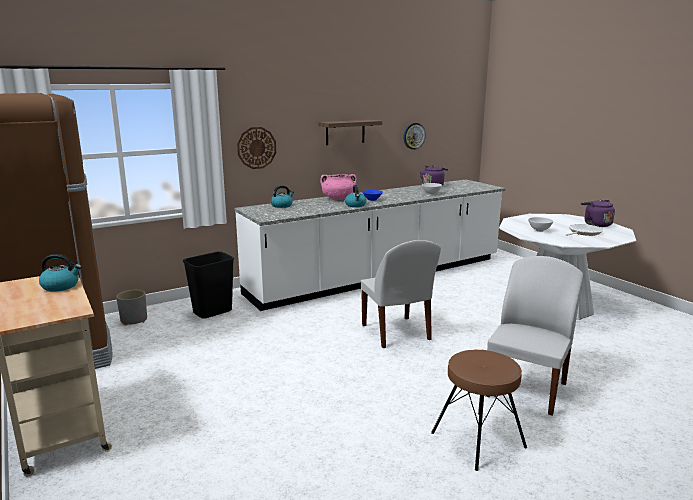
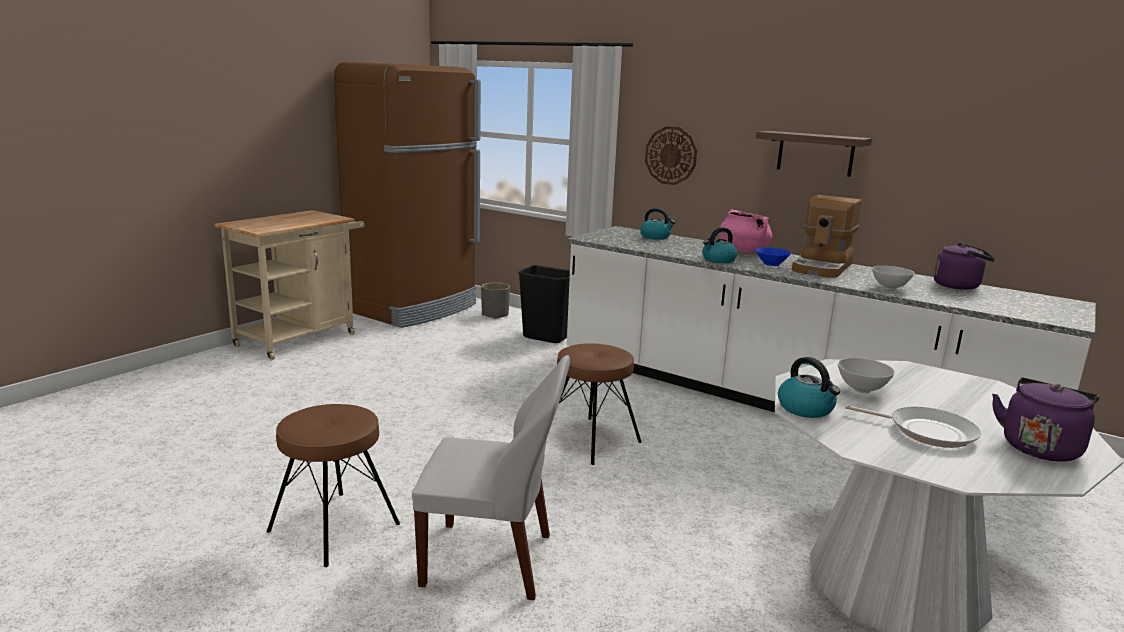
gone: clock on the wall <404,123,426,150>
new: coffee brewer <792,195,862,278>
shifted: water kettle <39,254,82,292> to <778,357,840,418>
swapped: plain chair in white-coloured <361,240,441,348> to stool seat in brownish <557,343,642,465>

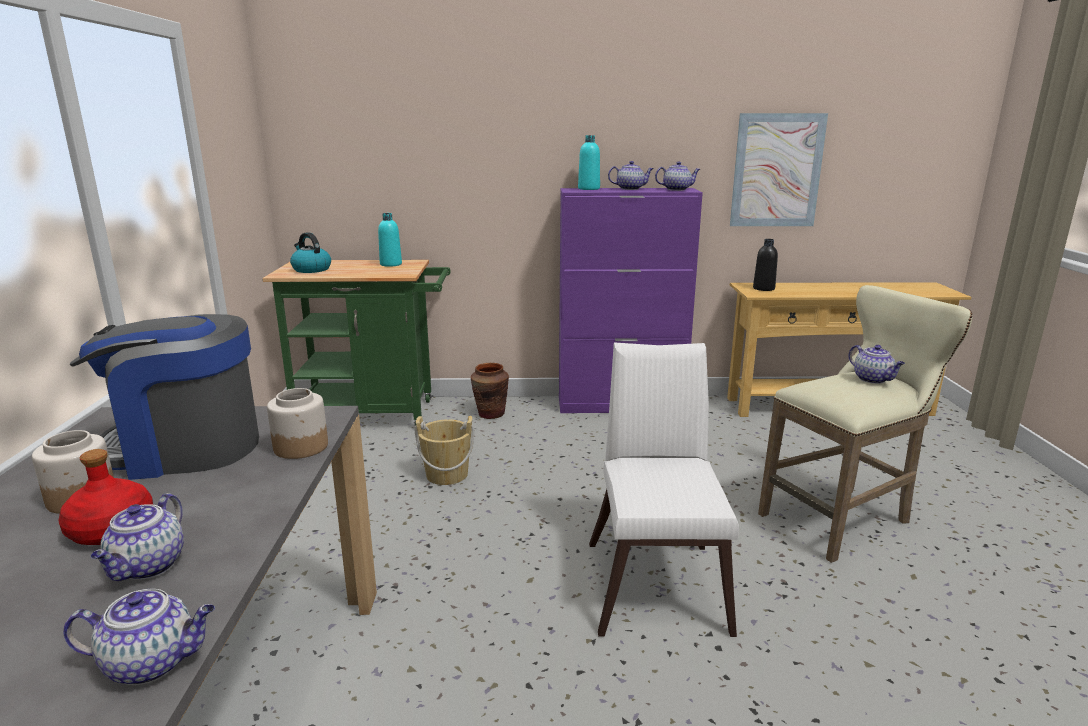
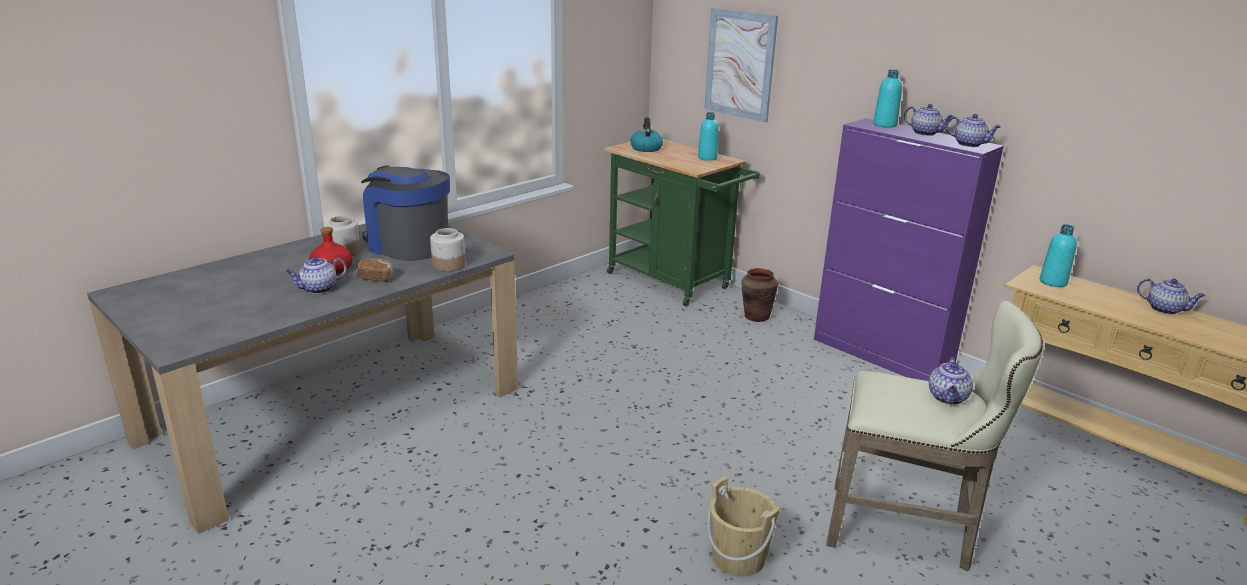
gone: plain chair in white-coloured <589,342,739,637>
new: baked bread <356,258,394,282>
shifted: wall art <730,113,828,226> to <704,8,778,122>; bucket in beige <414,416,474,485> to <707,476,780,577>; tea pot <63,589,215,685> to <1137,278,1206,314>
repainted: bottle in blackish <753,239,778,291> to bottle in blue-green <1040,224,1077,287>

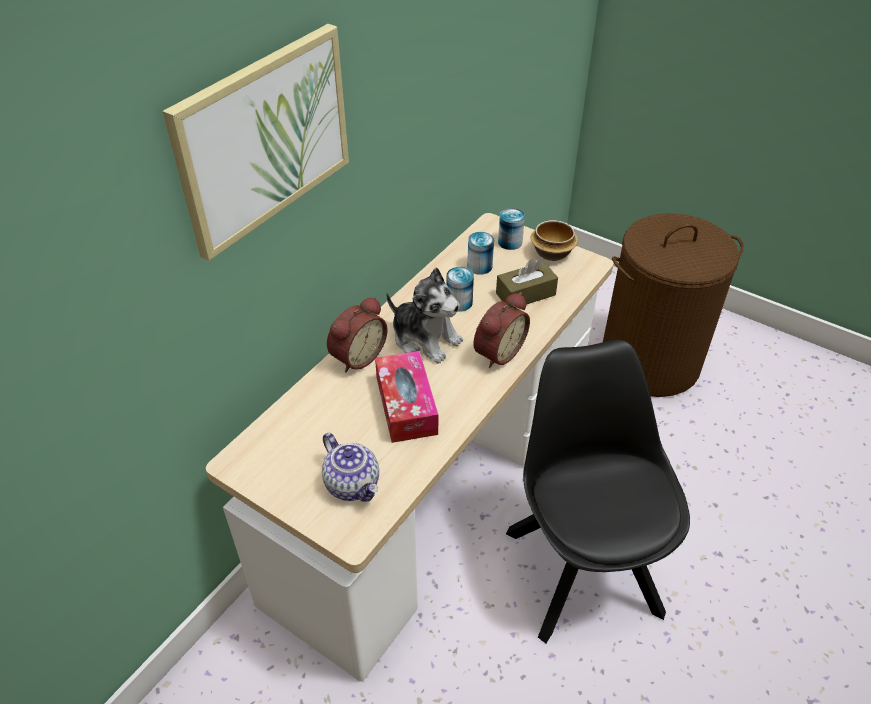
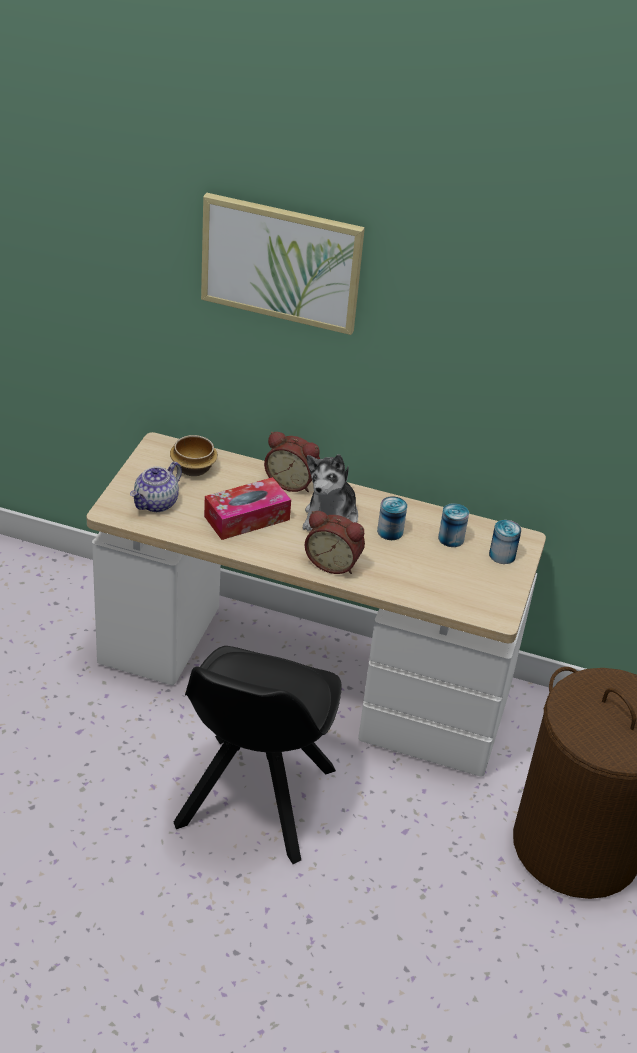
gone: tissue box in brownish <496,259,558,305>
shifted: deep dish <531,220,578,261> to <170,435,218,476>
rotated: plain chair in blackish <506,340,690,643> = <174,646,342,864> 135 degrees clockwise

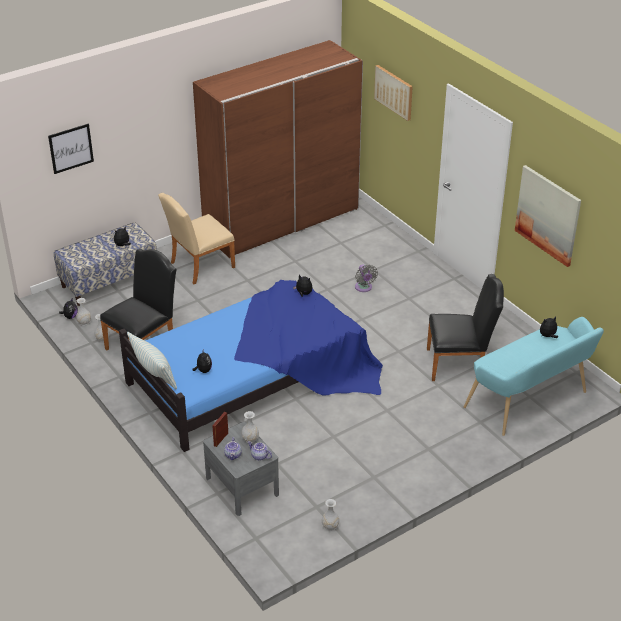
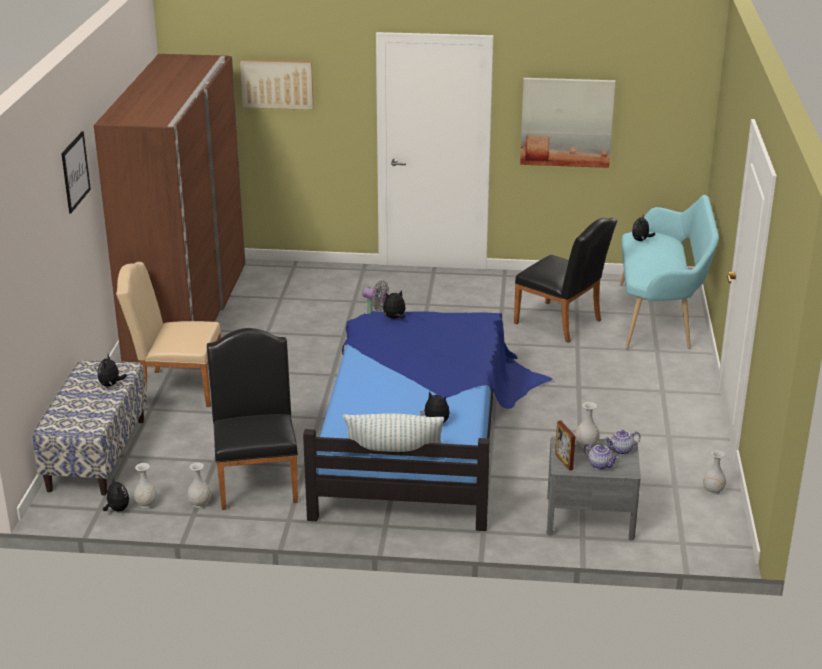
shifted: wall art <48,124,94,174> to <61,131,91,214>
rotated: plain chair in beige <158,193,235,284> = <116,262,221,407> 90 degrees clockwise; plain chair in blackish <427,274,504,381> = <514,218,617,343> 90 degrees clockwise

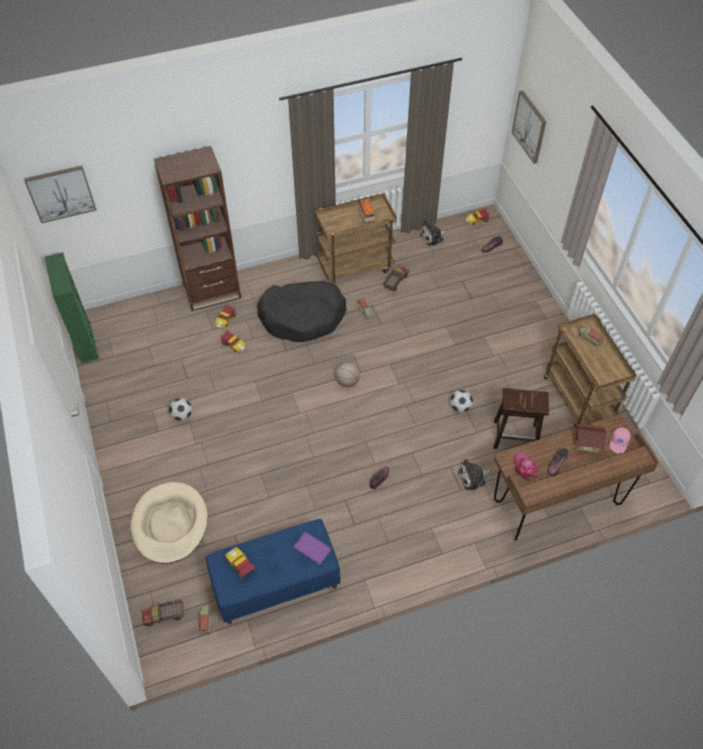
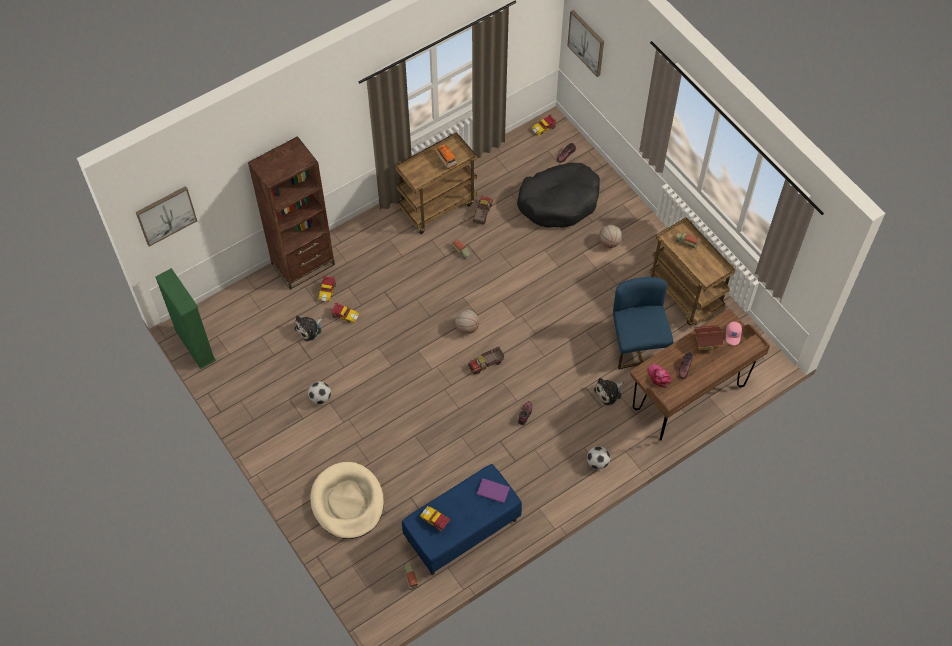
new: basketball <599,225,622,248>
shifted: cuddly toy <420,220,446,246> to <295,315,323,341>; pet bed in blackish <257,281,346,342> to <517,163,600,228>; football <450,390,473,413> to <587,446,610,469>; toy lorry <142,599,184,626> to <468,347,504,375>
swapped: stool seat in brownish <494,388,549,449> to plain chair in bluish <613,277,673,370>

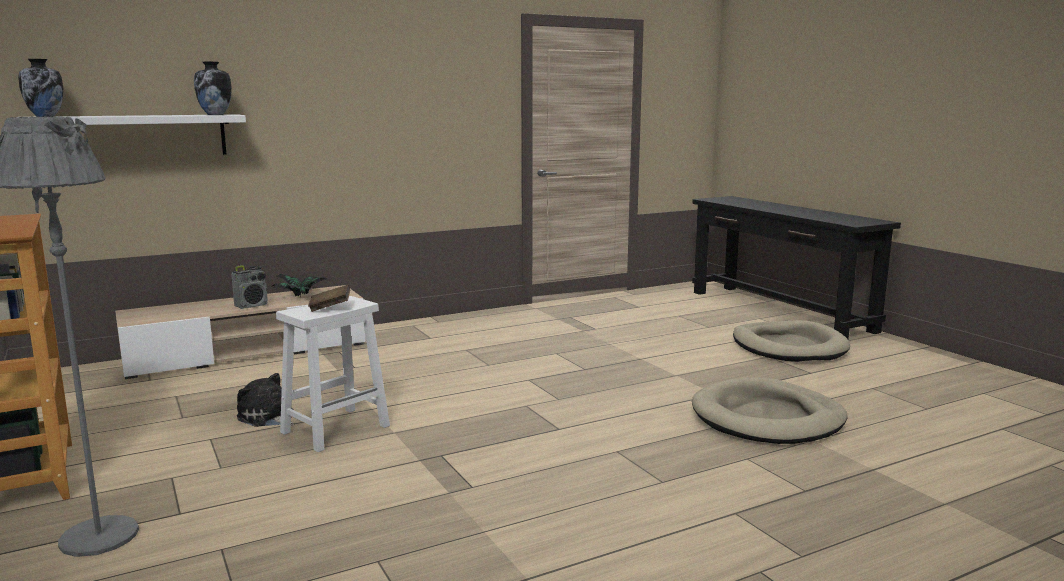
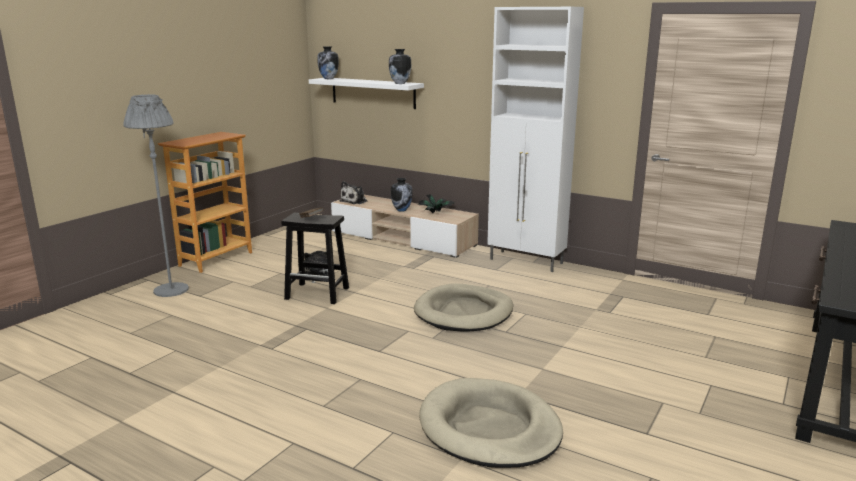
new: cabinet in white-coloured <487,7,584,272>; cuddly toy <339,181,368,204>
shifted: pet bed in beige <733,320,850,362> to <414,283,513,332>
swapped: radio receiver <231,265,268,309> to flower vase <391,178,413,212>
repainted: stool seat in white-coloured <276,296,390,452> to stool seat in blackish <282,213,349,304>

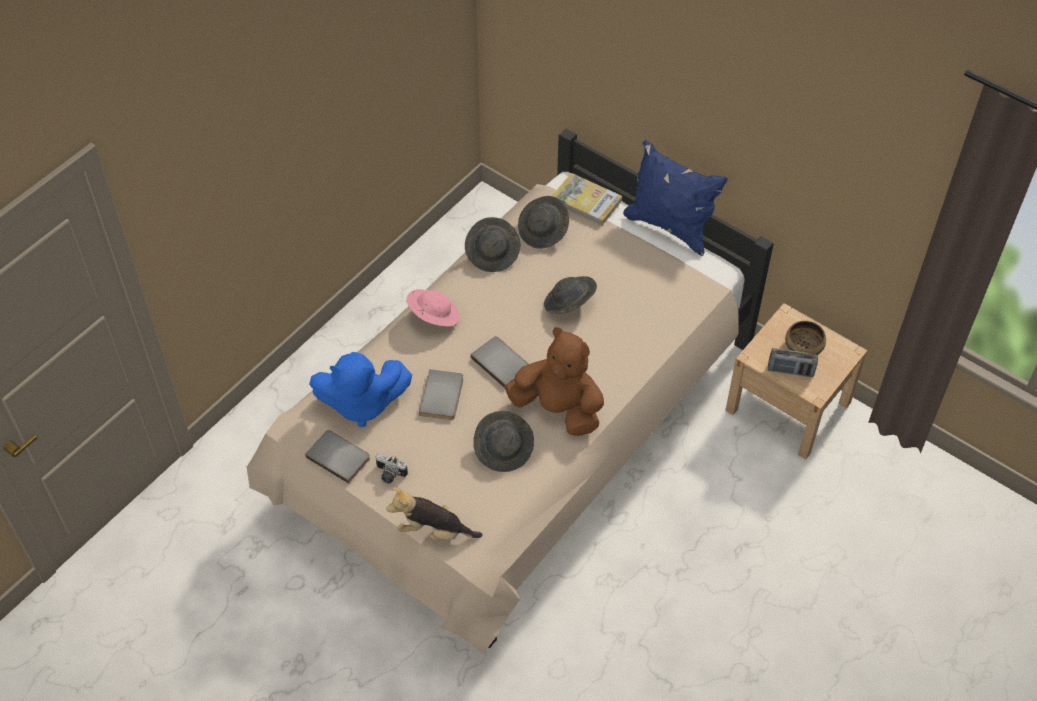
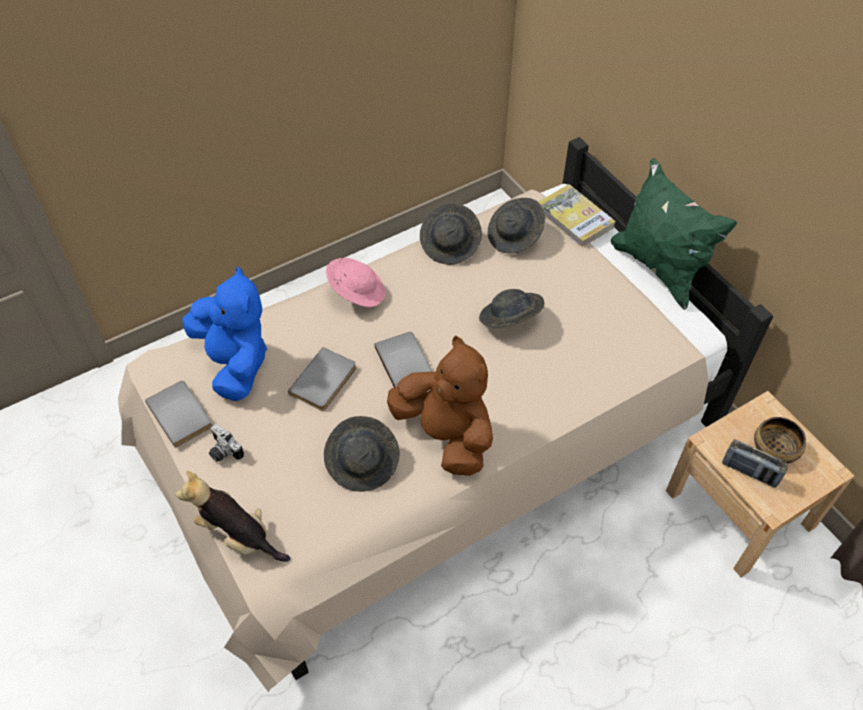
repainted: cushion in bluish <623,140,728,256> to cushion in green <611,158,738,310>
rotated: cuddly toy in bluish <309,352,412,427> = <182,266,267,401> 135 degrees counterclockwise

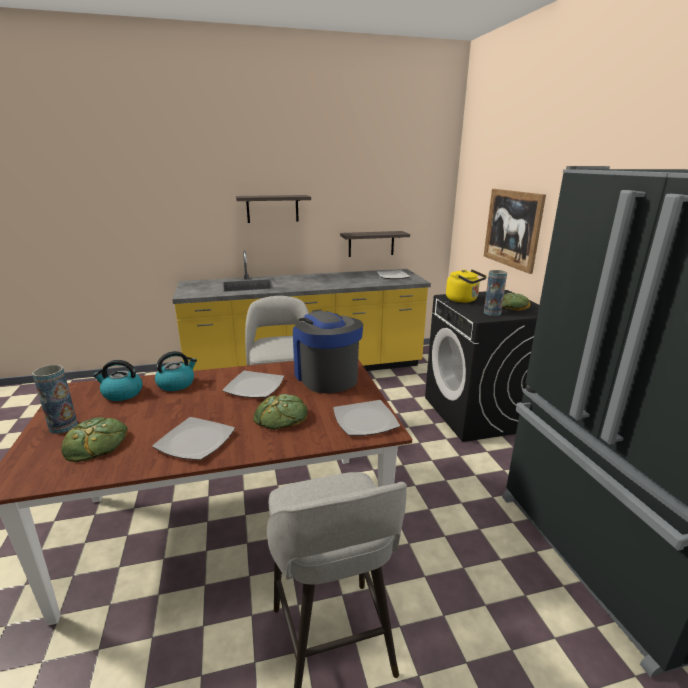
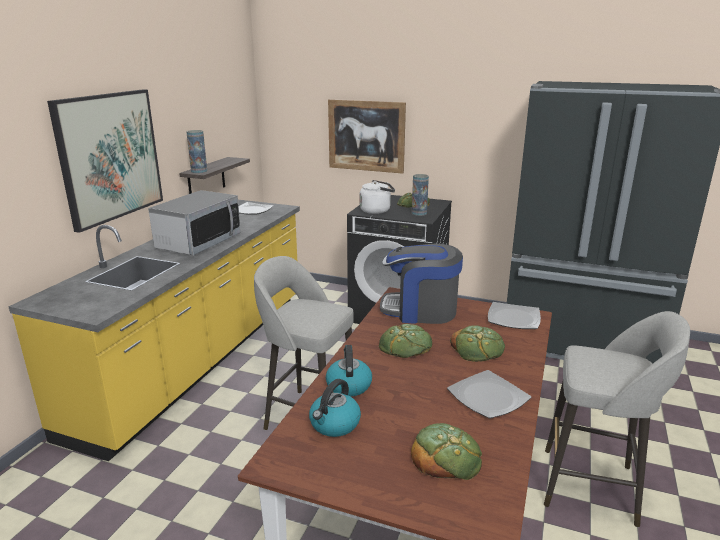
new: kitchen microwave <148,190,241,256>
shifted: flower vase <32,365,78,434> to <186,130,207,173>
swapped: wall shelf <236,195,311,223> to wall art <47,89,163,233>; flat dish <222,371,284,398> to baked bread <379,324,432,358>
repainted: water kettle in yellow <446,269,487,303> to water kettle in white-coloured <360,180,395,214>

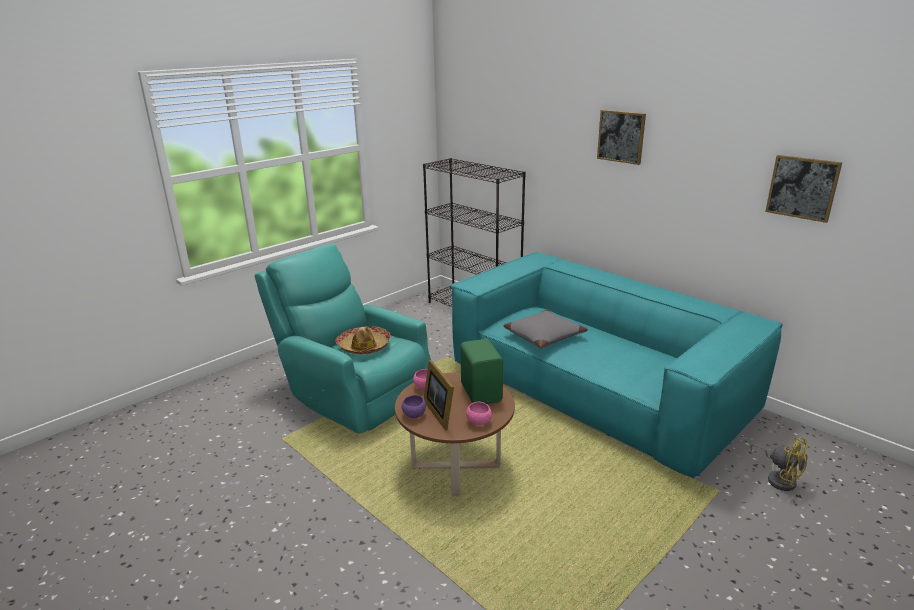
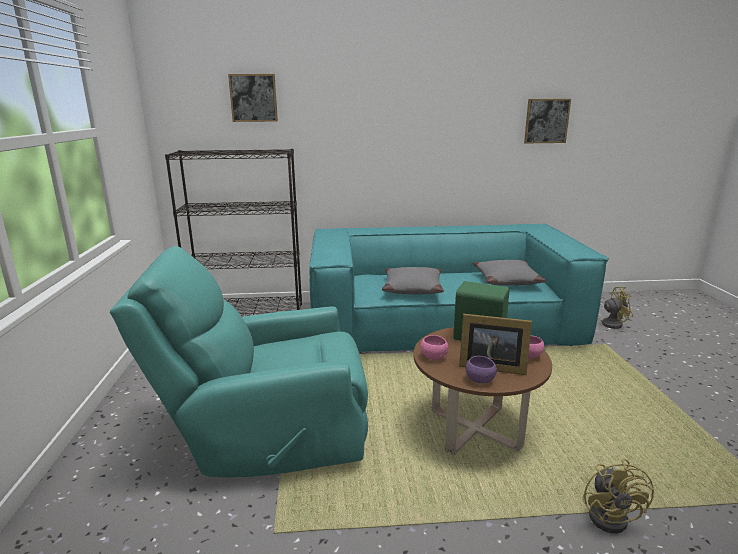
gone: clothing hat <335,326,391,354>
new: cushion in grey <472,260,546,286>; fan in yellow <583,459,654,534>
shifted: wall art <597,110,646,165> to <228,74,278,122>

